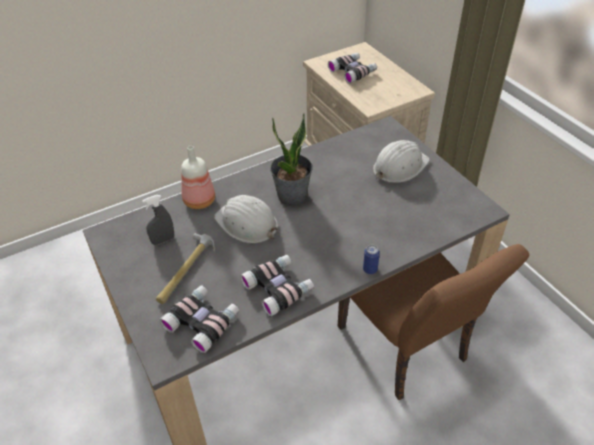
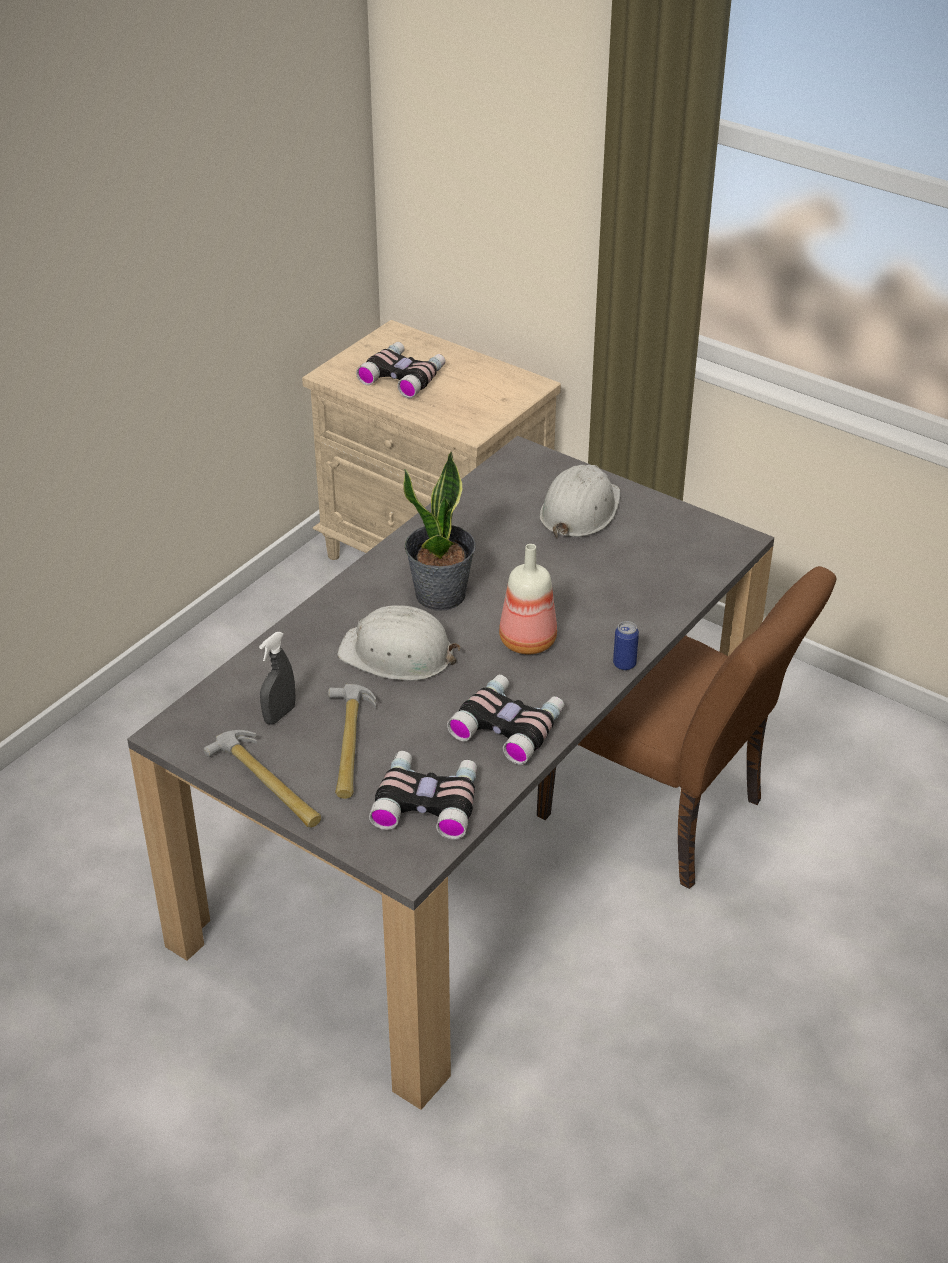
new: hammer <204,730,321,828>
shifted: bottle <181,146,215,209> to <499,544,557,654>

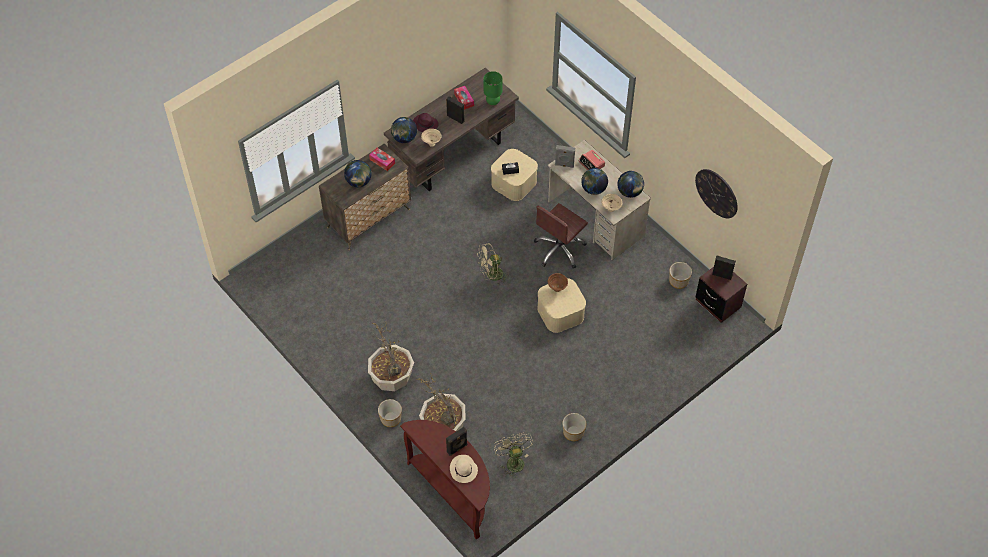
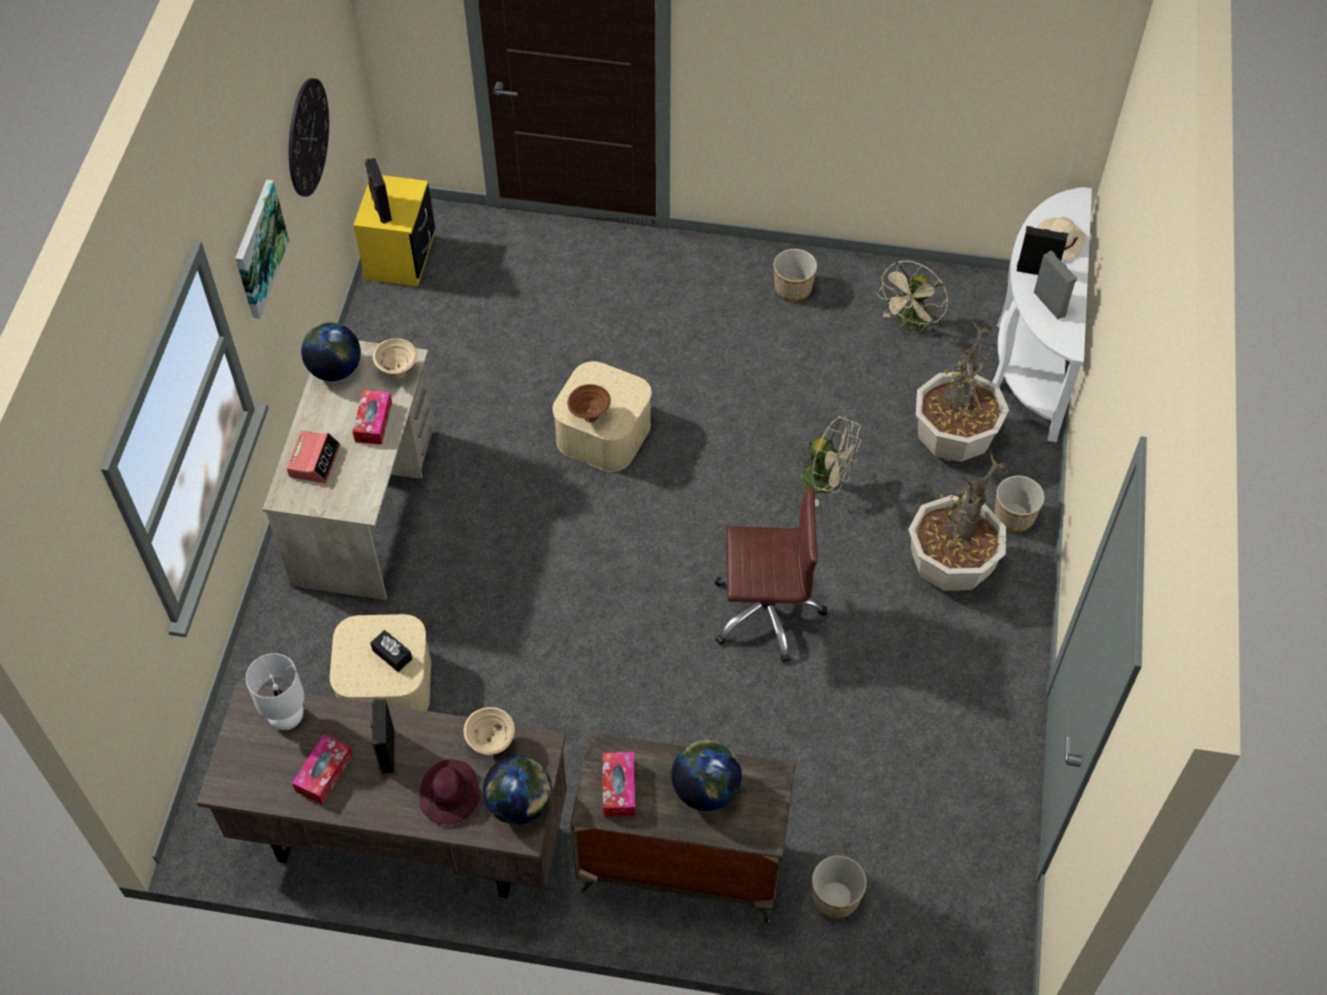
new: wall art <235,180,289,319>
shifted: audio speaker in grey <555,145,575,168> to <1034,251,1077,319>; office chair in brownish <534,203,588,269> to <714,488,827,663>; fan in beige <477,243,507,285> to <797,415,862,506>; flower pot <669,262,692,289> to <812,855,867,919>
swapped: world globe <581,168,608,195> to tissue box <352,390,392,445>
repainted: table lamp in green <483,71,503,105> to table lamp in white-coloured <246,653,304,730>; bedside table in brownish <696,267,747,323> to bedside table in yellow <353,175,435,287>; narrow table in brownish <400,420,490,540> to narrow table in white-coloured <992,187,1092,442>

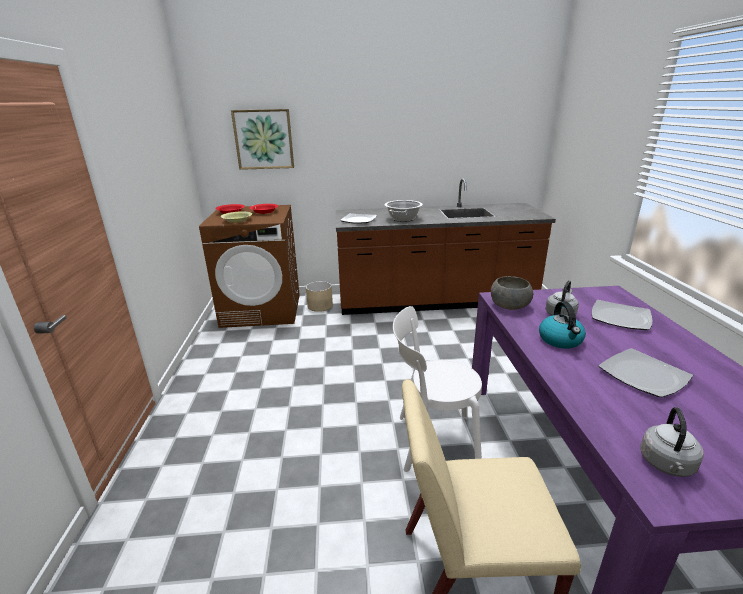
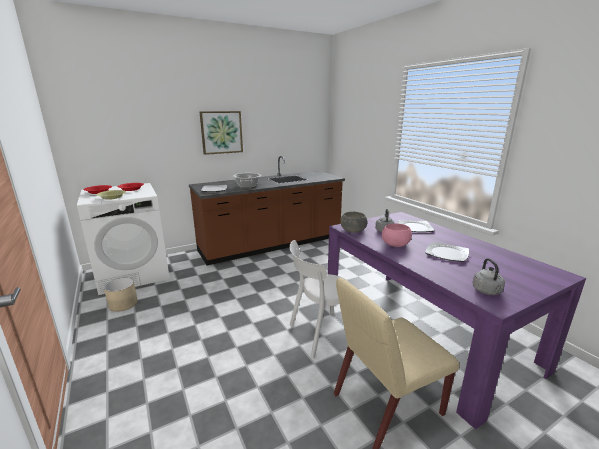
shifted: wall art <231,109,294,170> to <200,111,243,155>; flower pot in beige <306,281,333,312> to <104,278,138,312>
swapped: water kettle <539,301,586,349> to deep dish in pinkish <382,223,412,247>
repainted: laundry machine in brownish <199,205,300,328> to laundry machine in white-coloured <77,183,170,295>

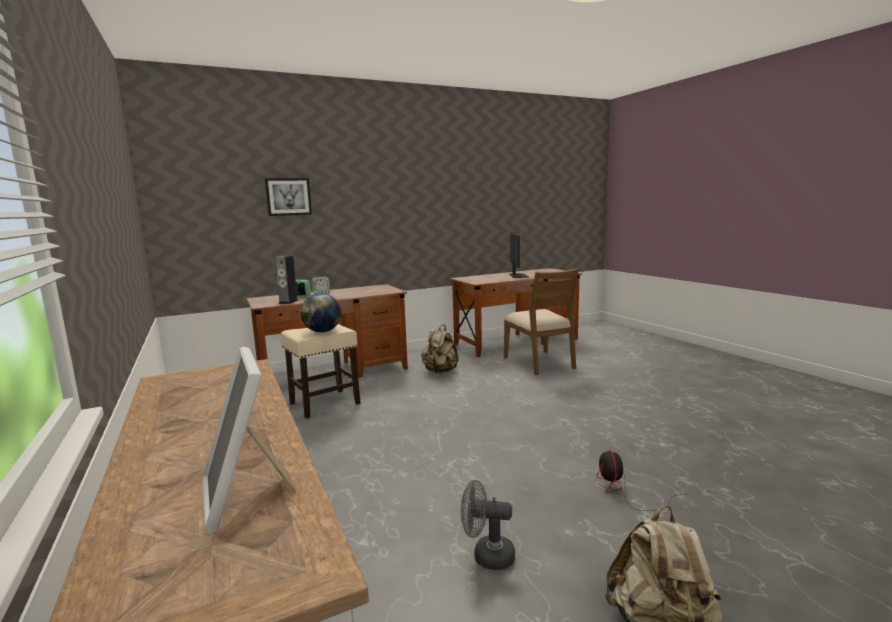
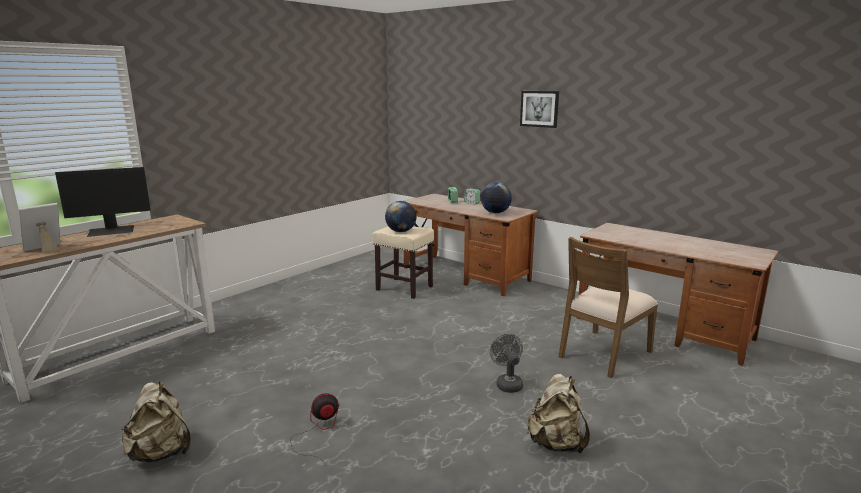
gone: audio speaker <275,254,299,304>
new: world globe <481,182,512,213>
shifted: wall art <265,178,312,216> to <520,91,559,128>; computer screen <509,233,530,278> to <55,167,151,237>; rucksack in beige <421,325,459,374> to <527,374,590,454>; fan in grey <461,480,515,570> to <490,334,523,393>

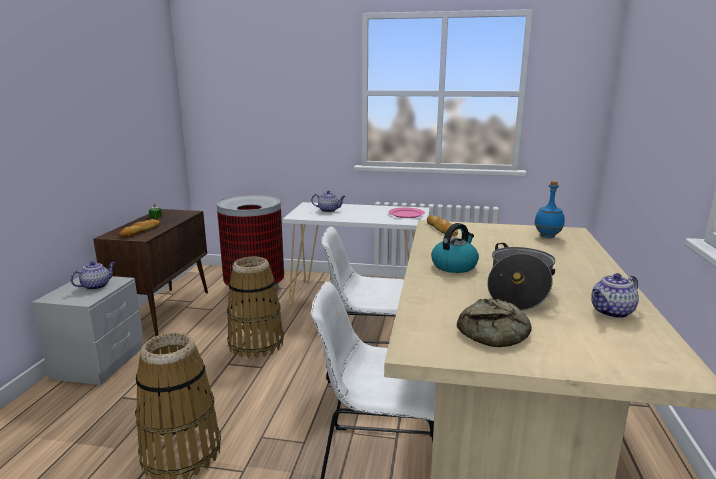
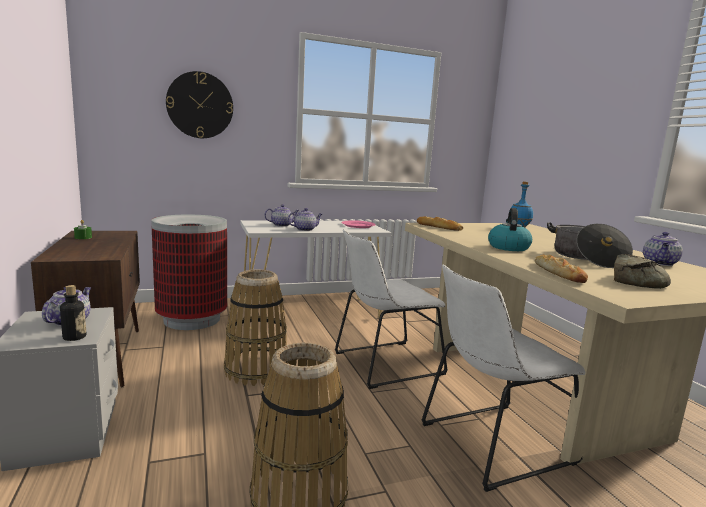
new: clock on the wall <166,71,233,138>; tea pot <288,208,322,231>; bottle <60,285,86,341>
shifted: baked bread <118,219,160,237> to <535,254,588,283>

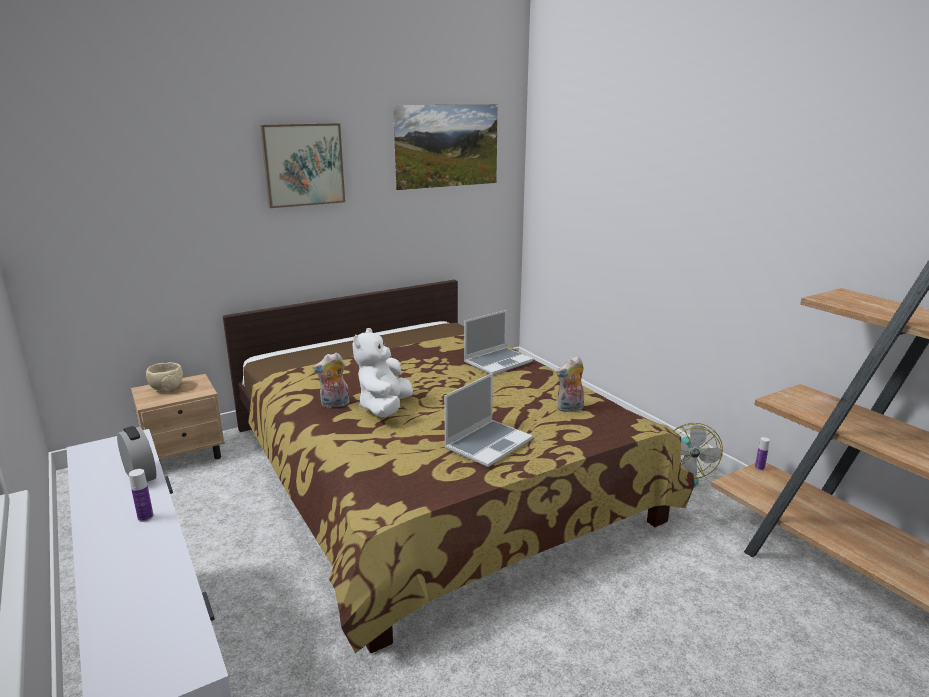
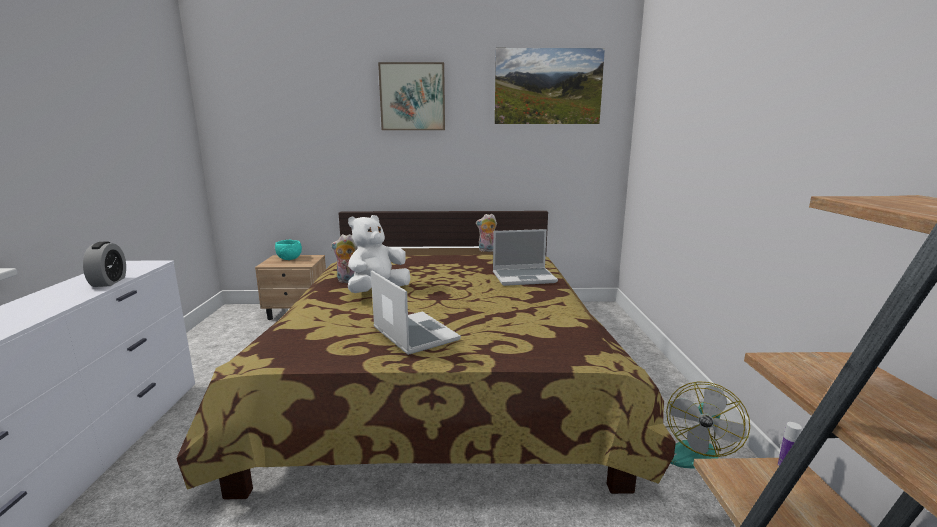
gone: bottle <129,469,154,522>
shifted: cuddly toy <556,356,584,413> to <476,214,497,252>
repainted: deep dish in beige <146,362,183,391> to deep dish in blue-green <275,240,302,260>
rotated: portable computer <444,373,533,467> = <371,270,461,355> 105 degrees counterclockwise

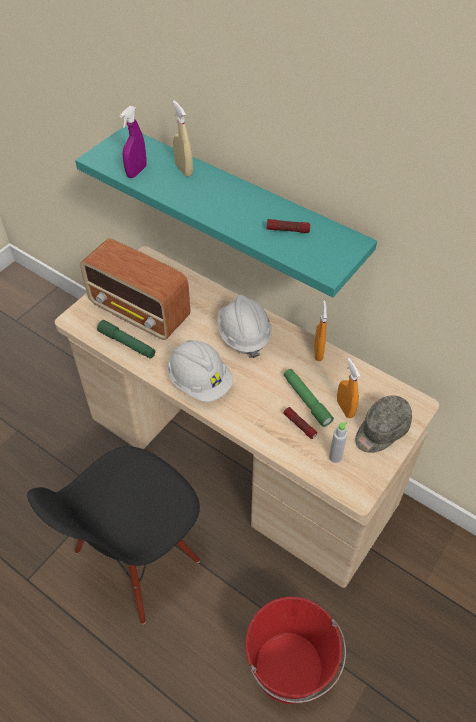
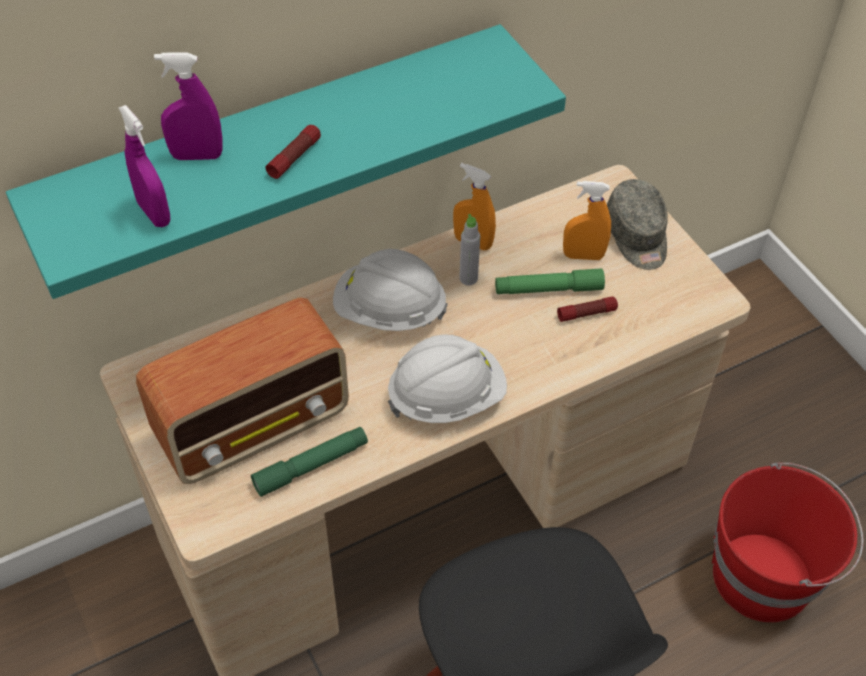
shifted: torch <267,219,310,233> to <265,125,321,179>; bottle in grey <329,422,347,463> to <459,214,480,285>
repainted: sprayer in beige <173,100,193,177> to sprayer in purplish <154,52,223,160>

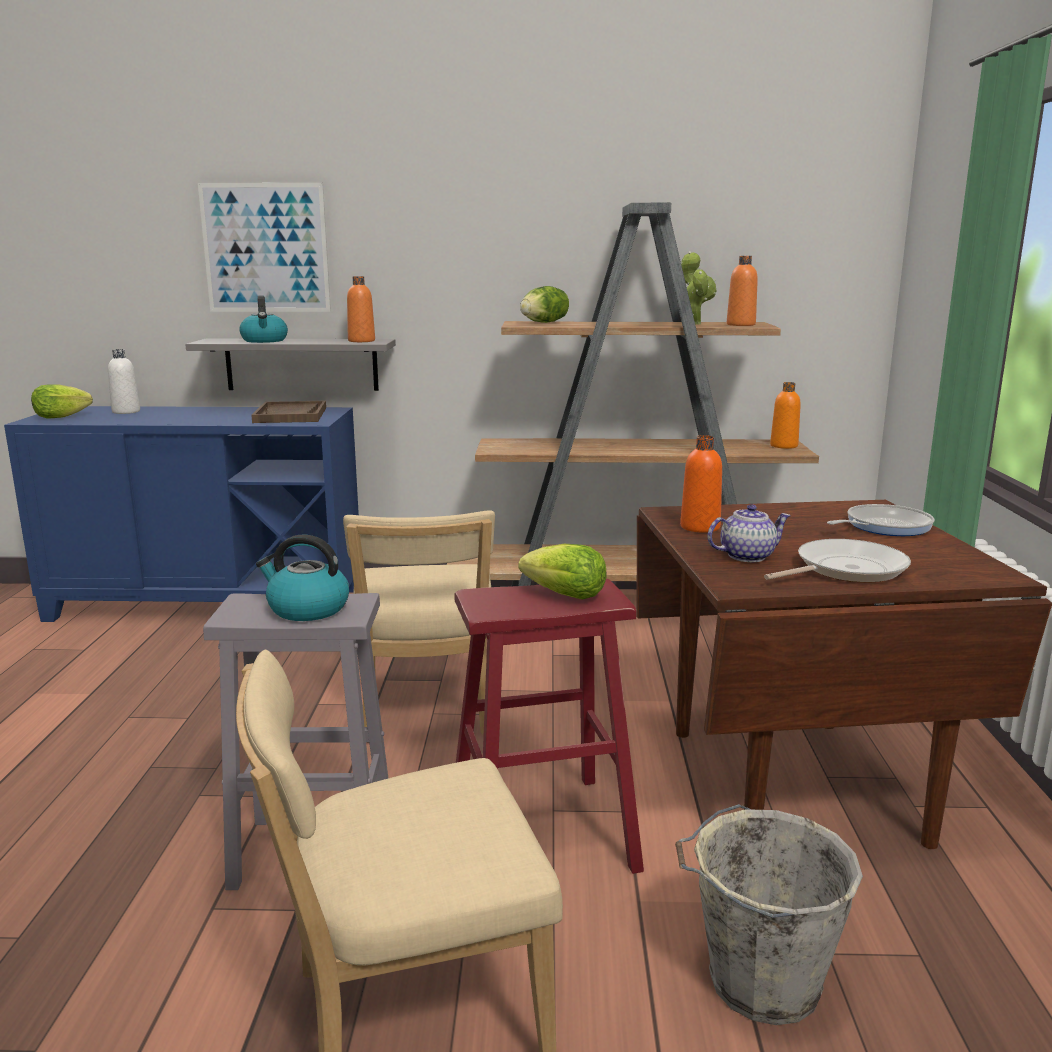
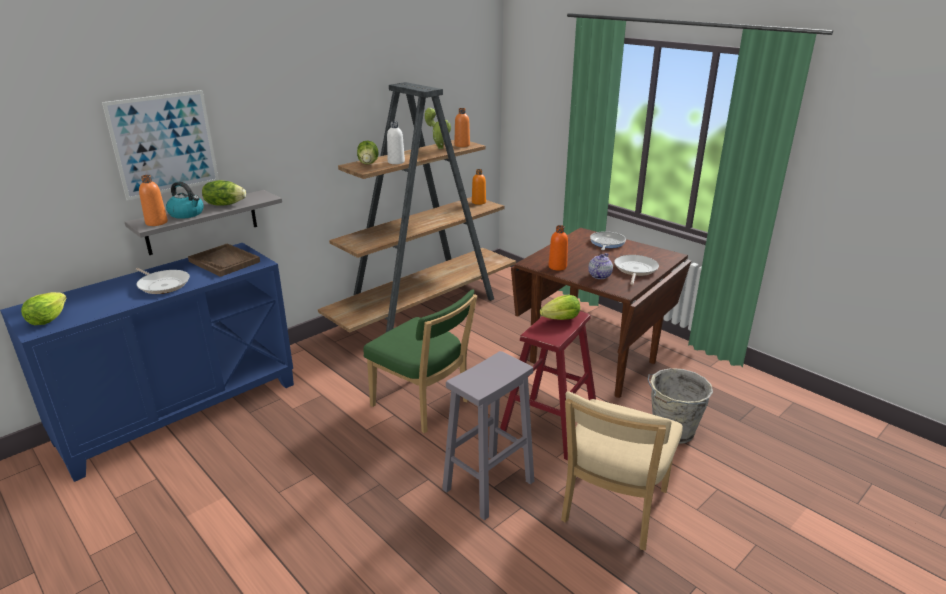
gone: water kettle <256,535,349,621>
new: lettuce <202,180,246,206>; frying pan <136,268,190,294>
shifted: bottle in orange-coloured <347,276,375,342> to <139,175,168,226>; bottle in white-coloured <108,349,140,414> to <387,121,405,164>
repainted: plain chair in beige <343,510,495,743> to plain chair in green <364,290,478,433>

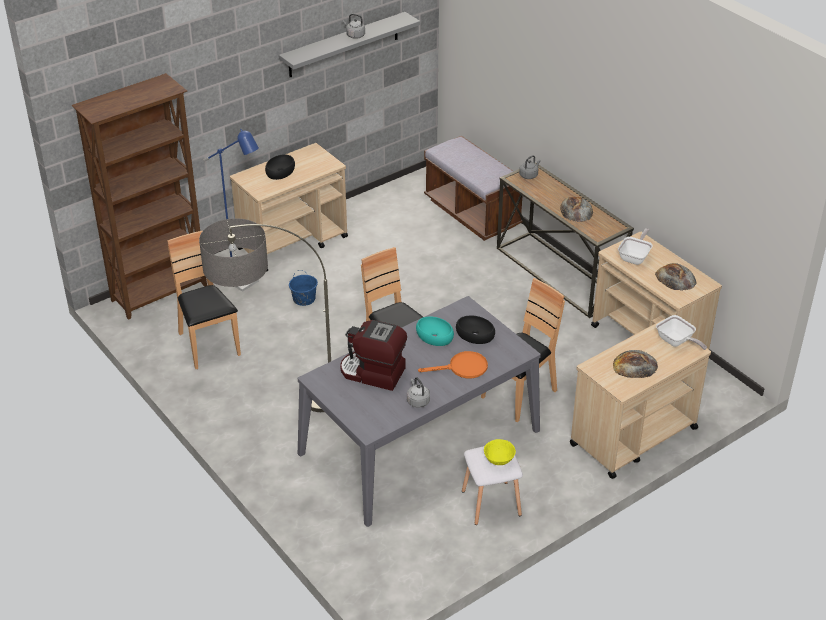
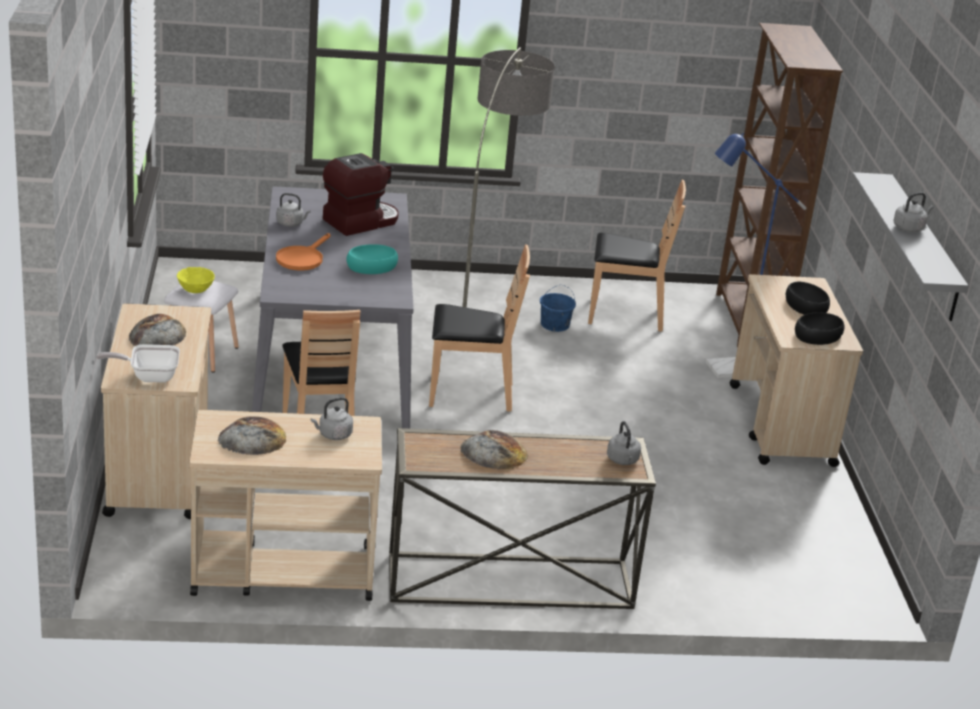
gone: bench in brownish <424,136,523,241>
shifted: bucket in bluish <289,270,318,306> to <540,285,576,332>; deep dish in blackish <456,316,495,344> to <795,312,844,345>
swapped: frying pan <618,228,653,265> to water kettle in grey <310,397,353,440>

